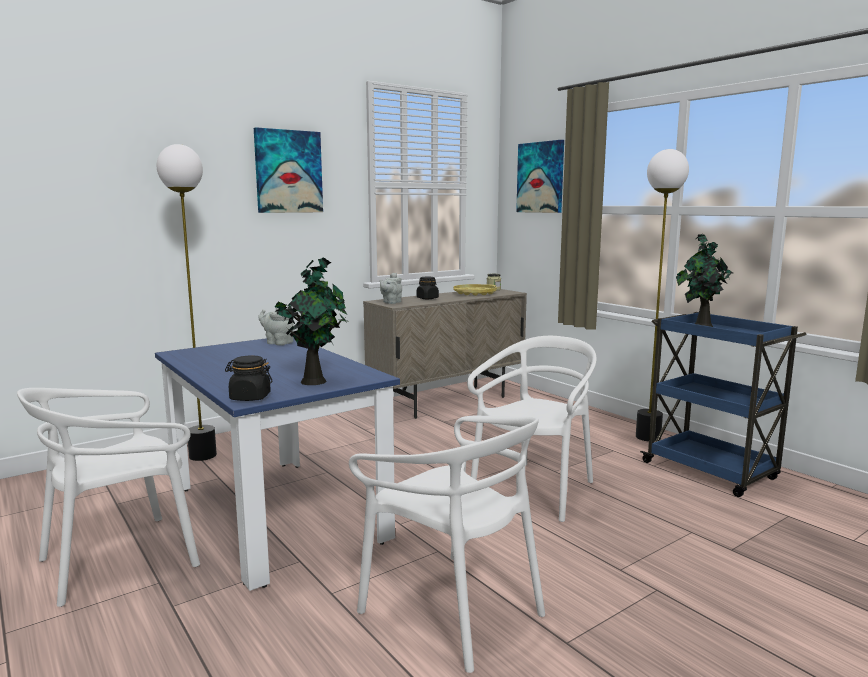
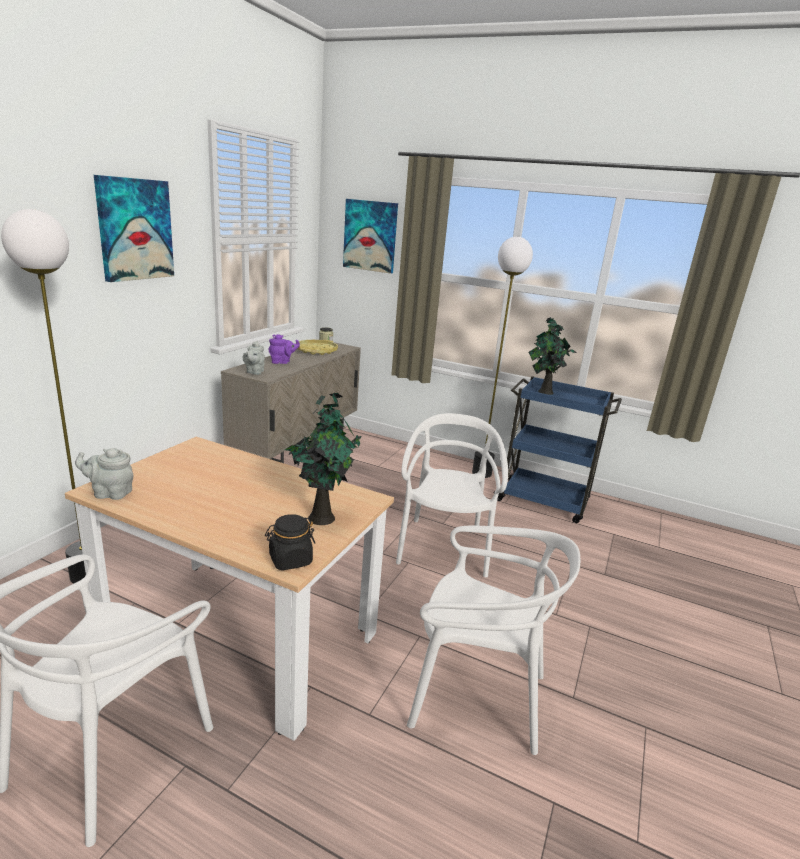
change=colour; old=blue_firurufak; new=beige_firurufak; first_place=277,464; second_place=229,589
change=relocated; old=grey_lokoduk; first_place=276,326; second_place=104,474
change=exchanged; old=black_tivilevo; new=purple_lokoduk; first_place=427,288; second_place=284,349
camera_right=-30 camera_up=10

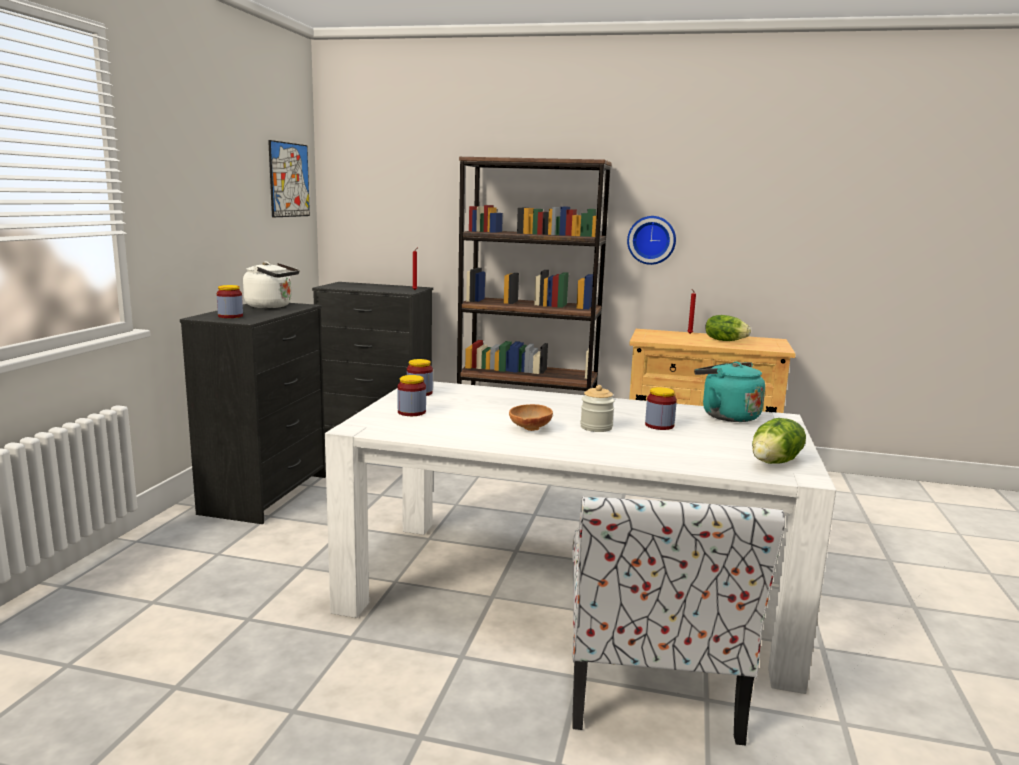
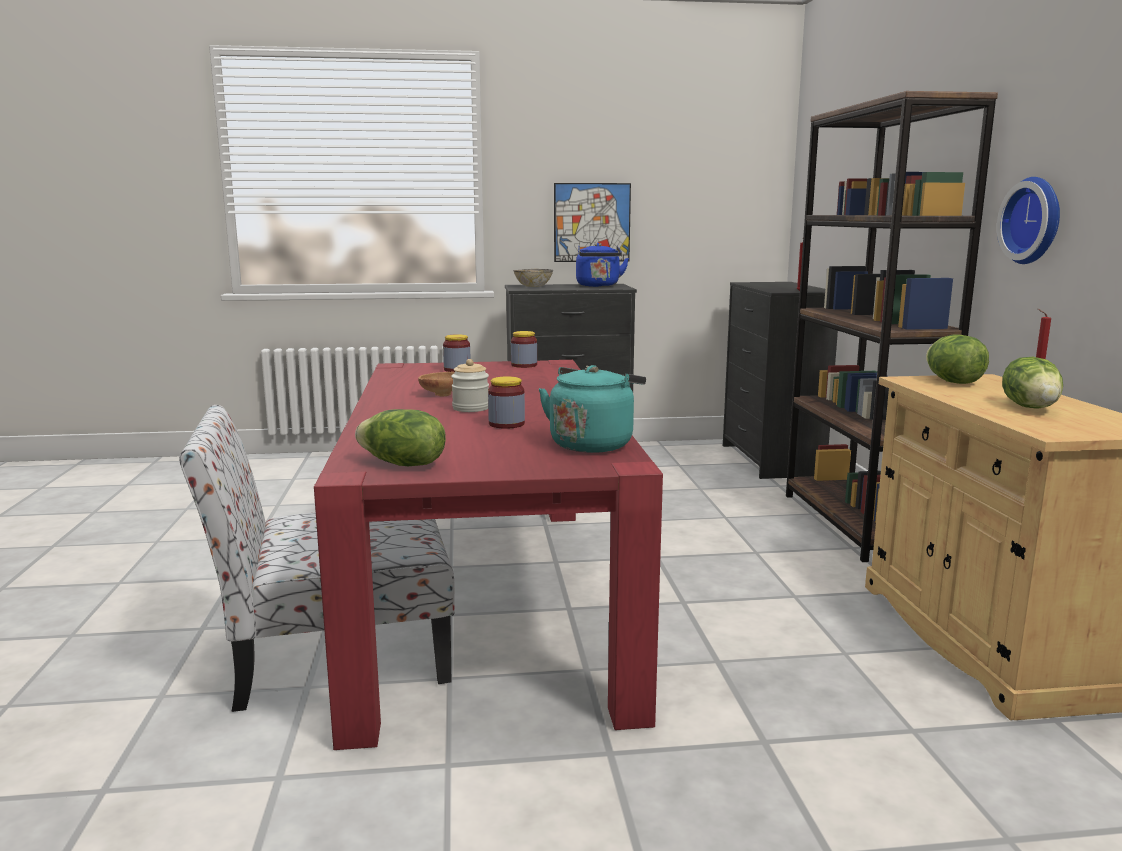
change=exchanged; old=tivilevo; new=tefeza; first_place=230,301; second_place=533,278
change=colour; old=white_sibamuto; new=blue_sibamuto; first_place=271,285; second_place=602,265
change=relocated; old=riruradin; first_place=289,179; second_place=592,222
change=colour; old=white_firurufak; new=red_firurufak; first_place=580,538; second_place=488,555
change=appeared; new=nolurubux; second_place=957,359
camera_right=70 camera_up=0

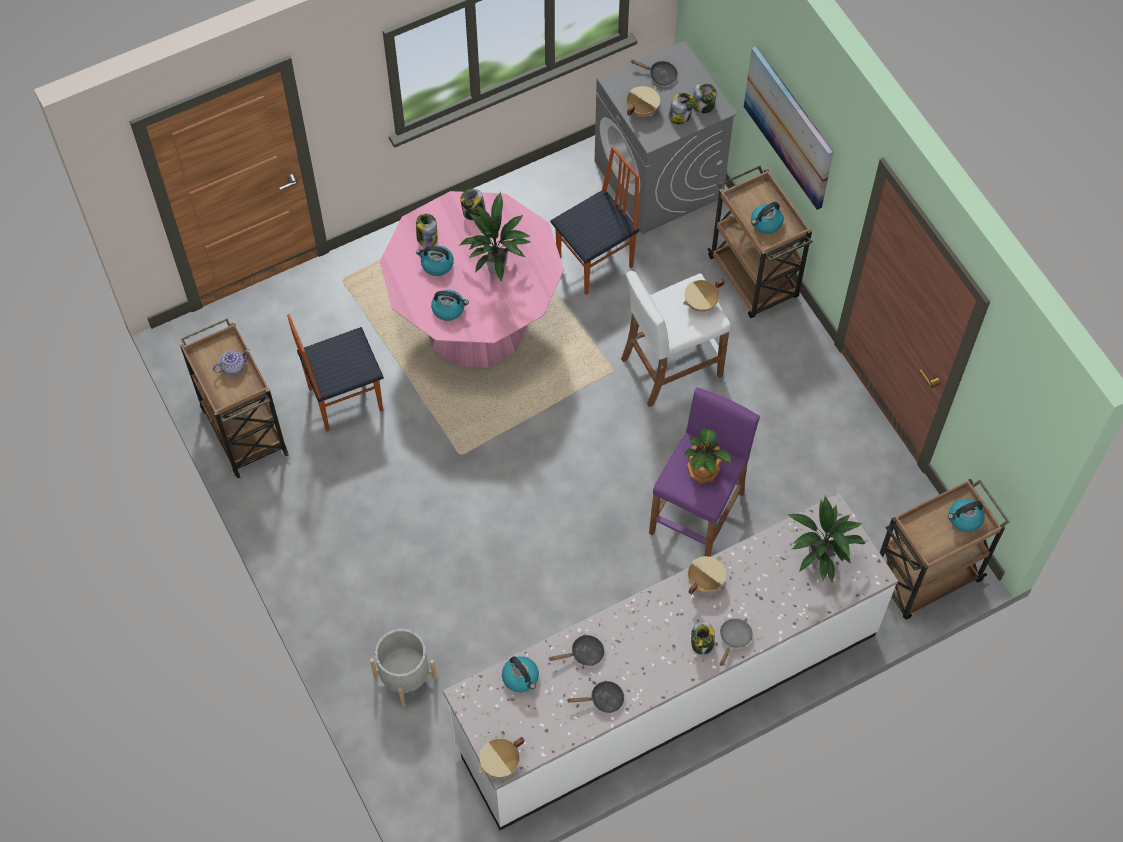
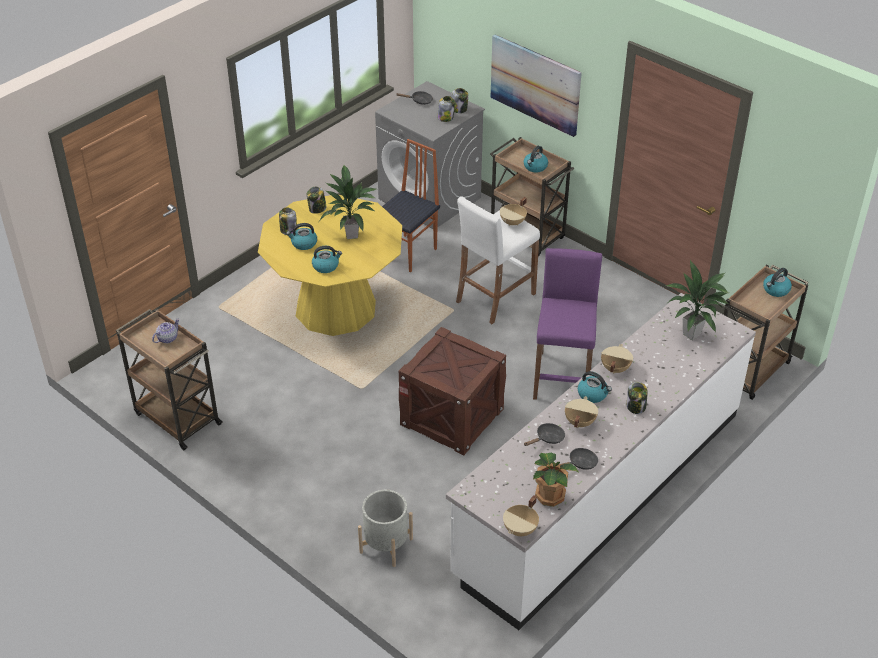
change=missing; old=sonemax; first_place=335,372
change=colour; old=pink_firurufak; new=yellow_firurufak; first_place=472,279; second_place=330,265
change=relocated; old=sibamuto; first_place=520,674; second_place=595,387
change=relocated; old=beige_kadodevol; first_place=643,101; second_place=581,412
change=relocated; old=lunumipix; first_place=707,456; second_place=555,480
change=missing; old=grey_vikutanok; first_place=736,642
change=appeared; new=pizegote; second_place=452,391
camera_right=-20 camera_up=-20

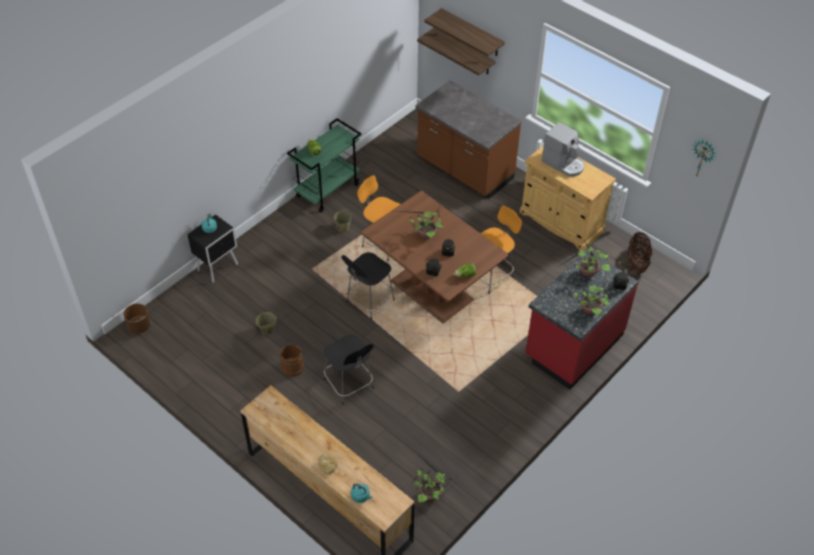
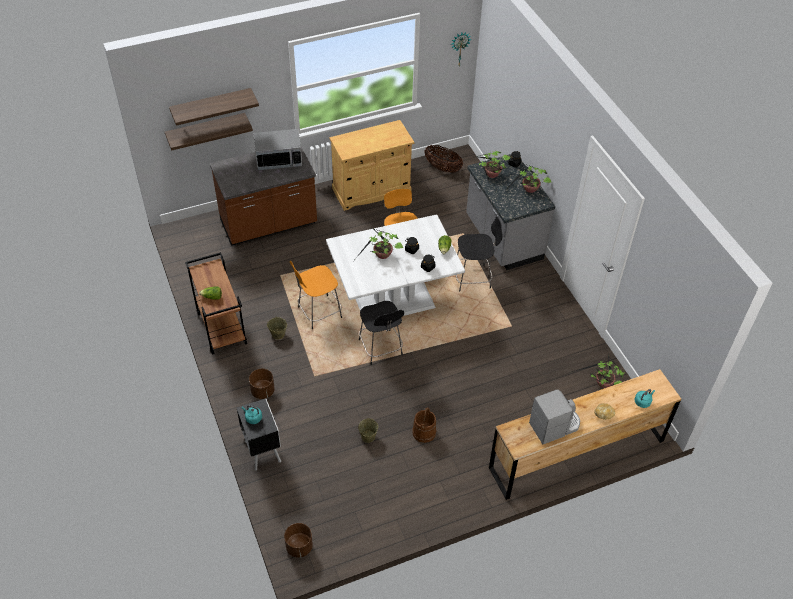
change=colour; old=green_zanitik; new=brown_zanitik; first_place=324,165; second_place=216,303
change=relocated; old=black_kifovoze; first_place=349,369; second_place=479,254
change=colour; old=brown_firurufak; new=white_firurufak; first_place=435,257; second_place=395,265
change=colour; old=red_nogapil; new=grey_nogapil; first_place=582,320; second_place=510,212
change=relocated; old=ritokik; first_place=563,149; second_place=554,416
change=appeared; new=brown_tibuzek; second_place=262,384
change=appeared; new=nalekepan; second_place=277,149
camera_right=-65 camera_up=0

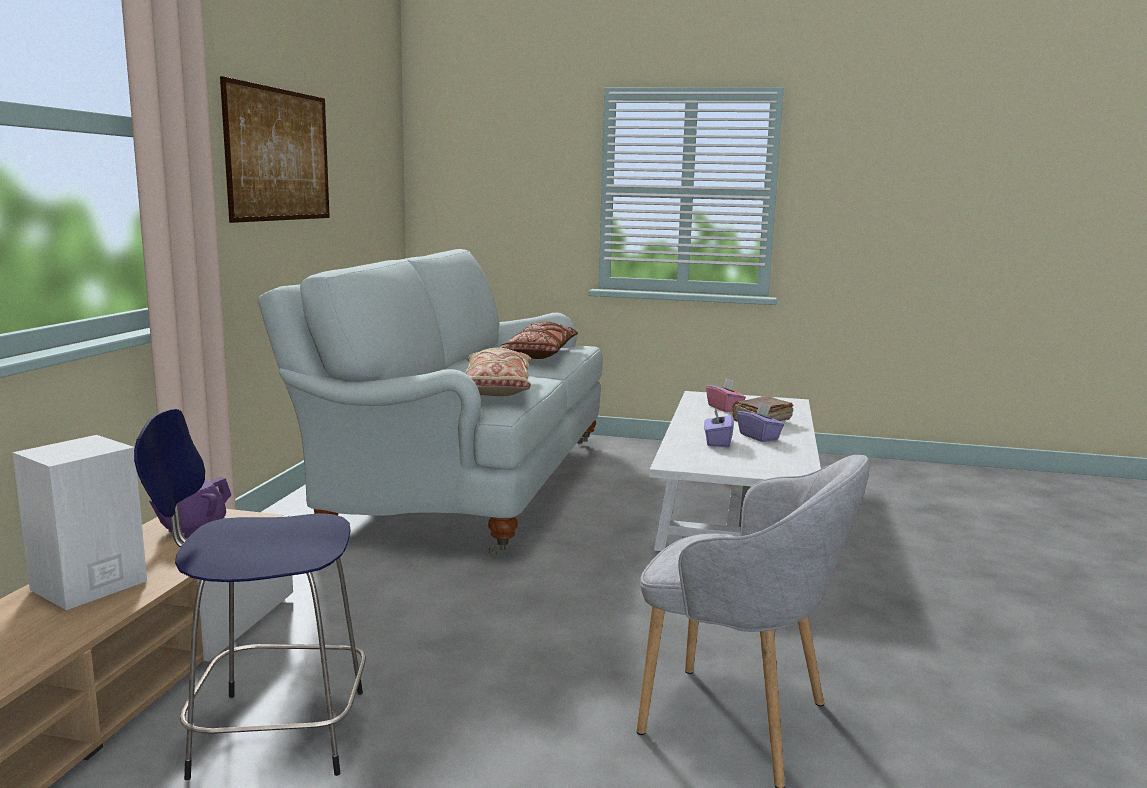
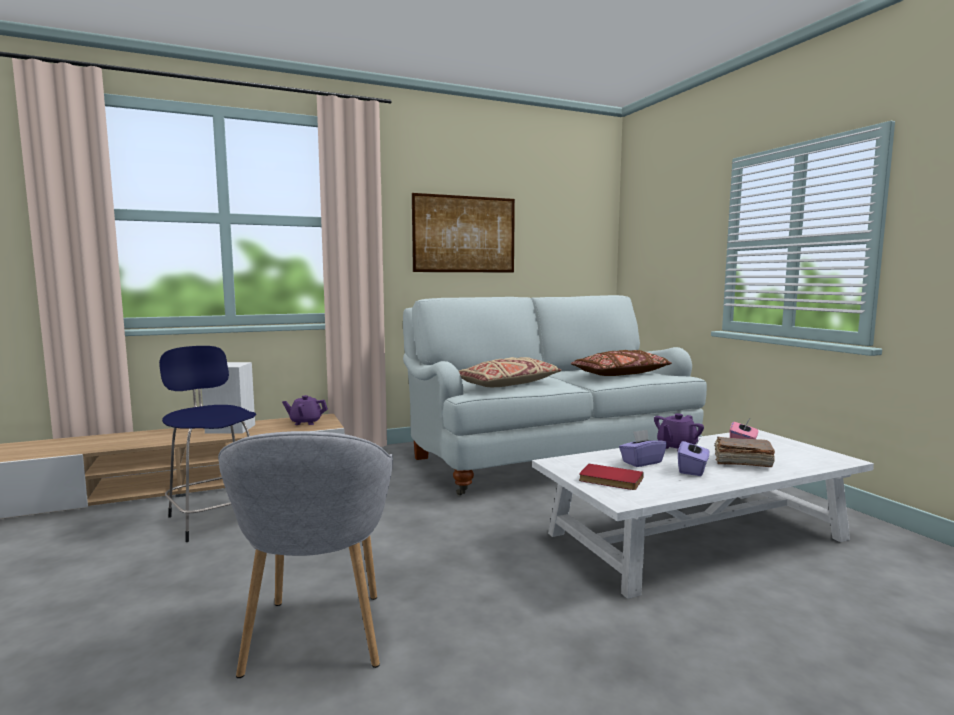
change=appeared; new=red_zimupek; second_place=611,477
change=appeared; new=purple_lokoduk; second_place=679,432
camera_right=55 camera_up=-5

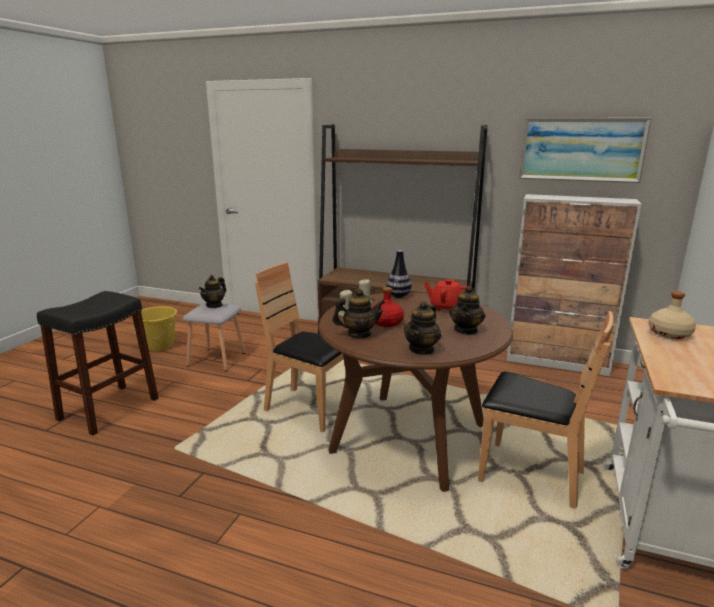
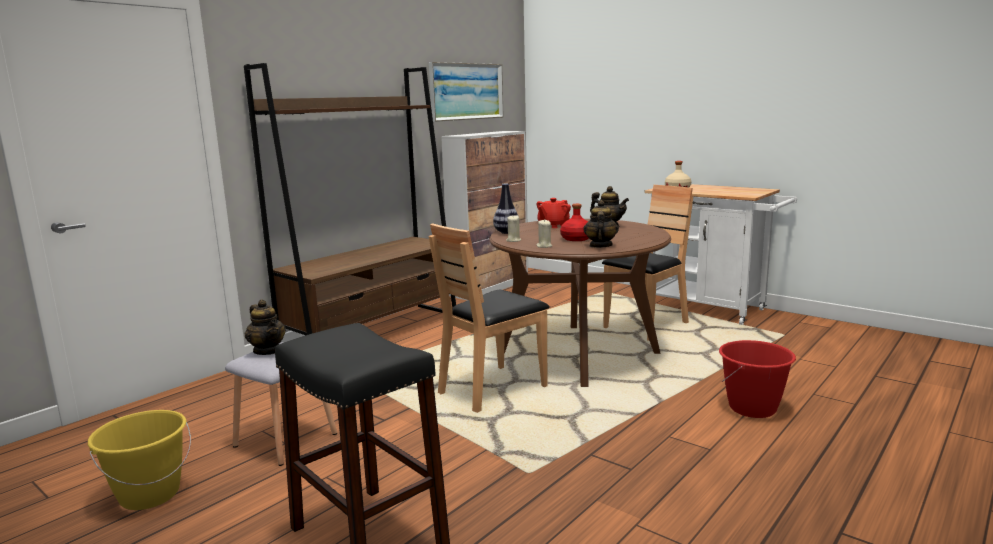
change=missing; old=lokoduk; first_place=422,328
change=appeared; new=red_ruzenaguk; second_place=757,379
camera_right=-70 camera_up=-5

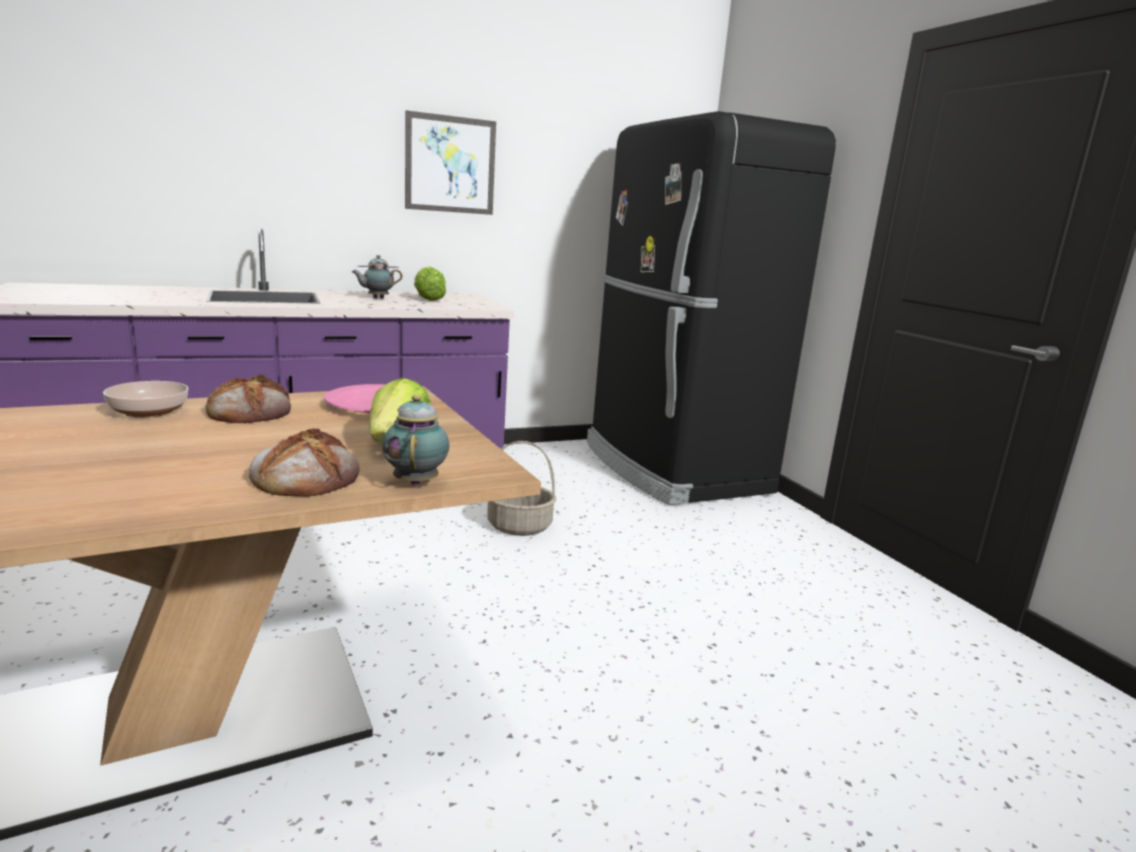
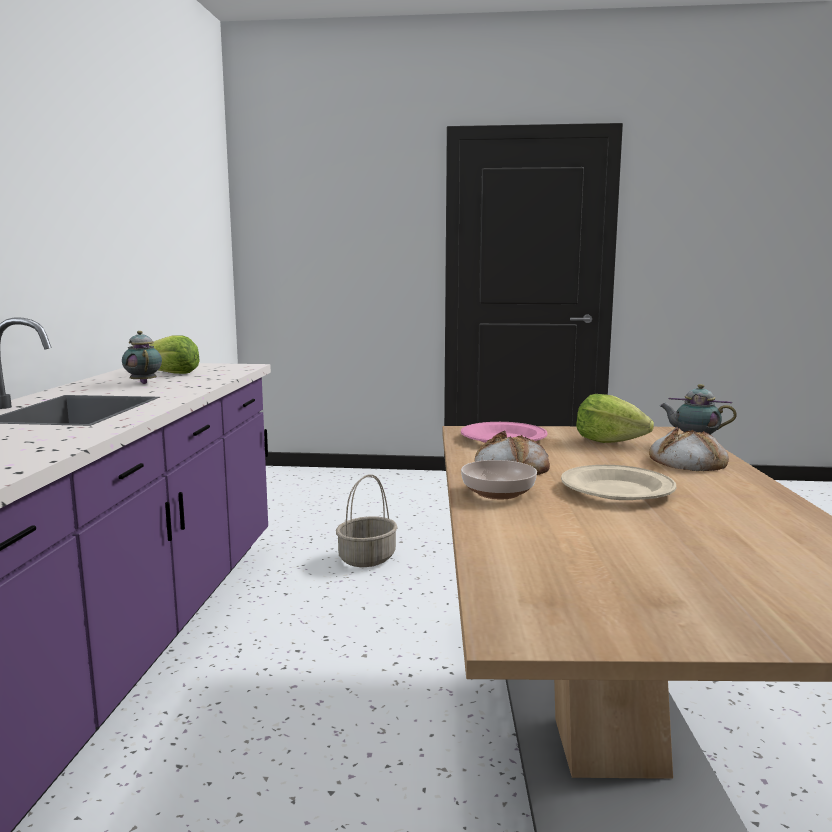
change=spun; old=lokoduk; first_place=377,276; second_place=142,357; degrees=150
change=missing; old=riruradin; first_place=450,162
change=missing; old=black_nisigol; first_place=711,308
change=appeared; new=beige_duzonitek; second_place=618,482
camera_right=-60 camera_up=-5

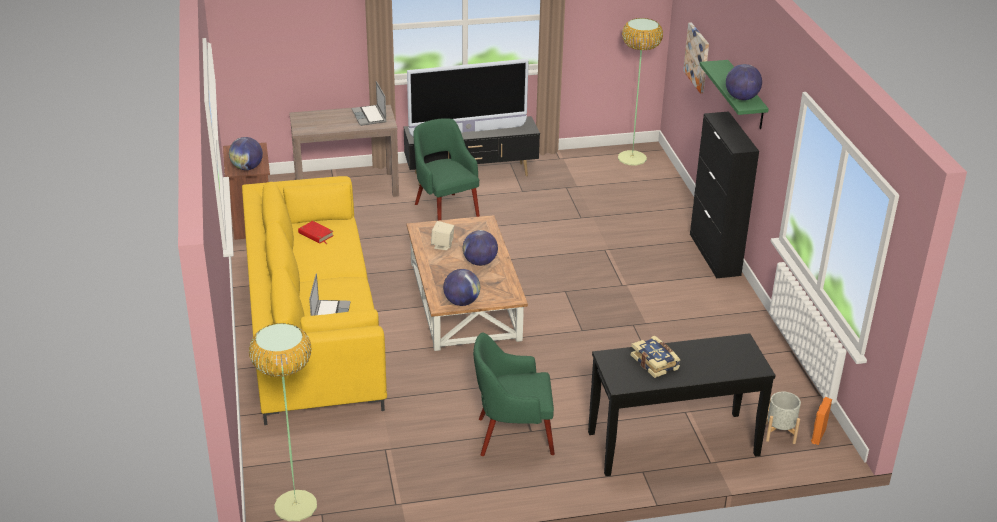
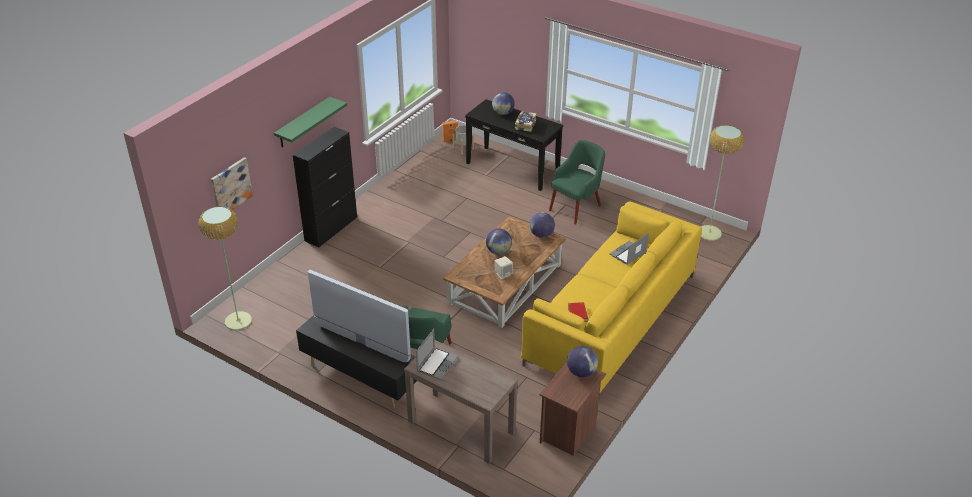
change=spun; old=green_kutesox; first_place=514,394; second_place=577,182; degrees=-90
change=relocated; old=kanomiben; first_place=744,82; second_place=503,103
camera_right=-135 camera_up=5

